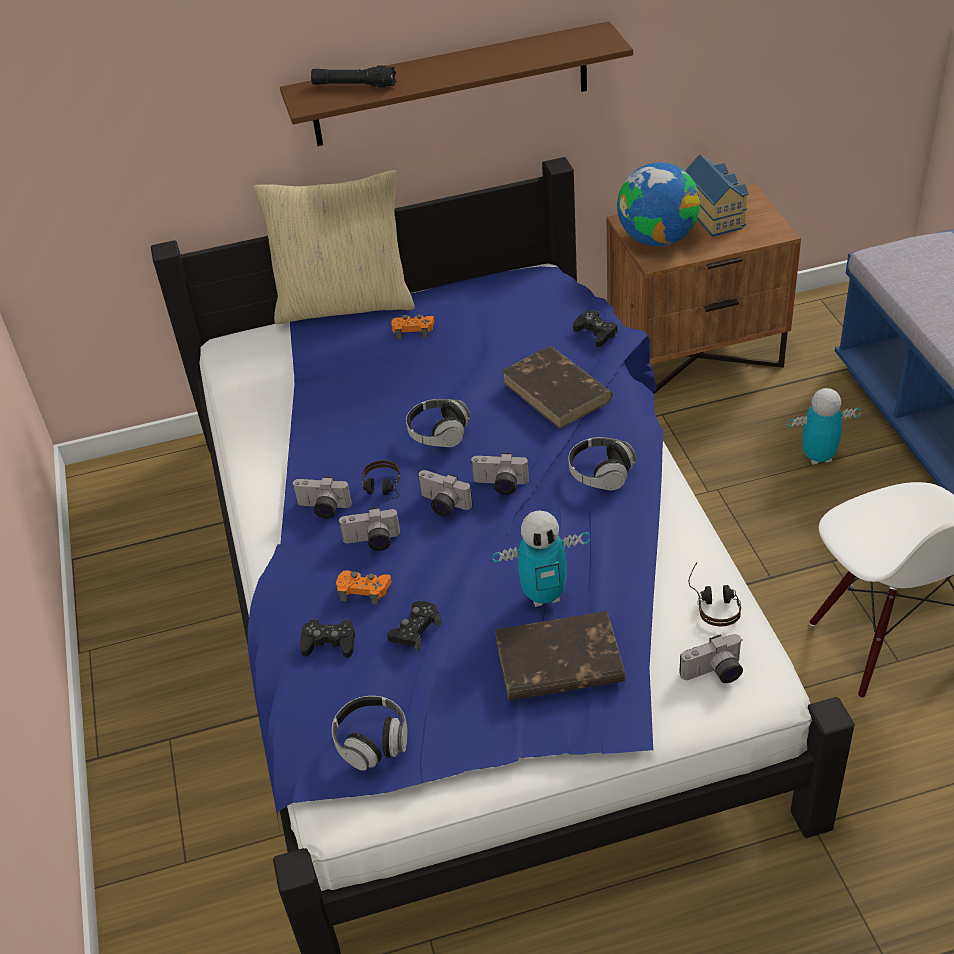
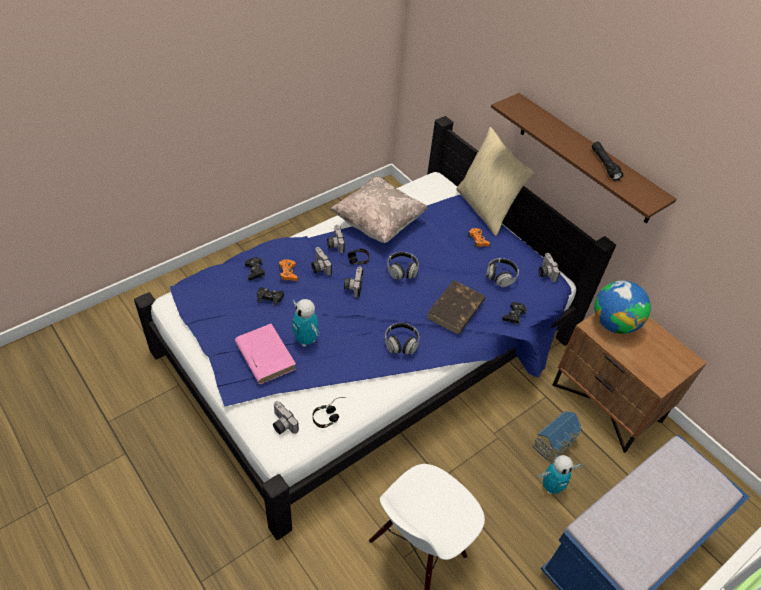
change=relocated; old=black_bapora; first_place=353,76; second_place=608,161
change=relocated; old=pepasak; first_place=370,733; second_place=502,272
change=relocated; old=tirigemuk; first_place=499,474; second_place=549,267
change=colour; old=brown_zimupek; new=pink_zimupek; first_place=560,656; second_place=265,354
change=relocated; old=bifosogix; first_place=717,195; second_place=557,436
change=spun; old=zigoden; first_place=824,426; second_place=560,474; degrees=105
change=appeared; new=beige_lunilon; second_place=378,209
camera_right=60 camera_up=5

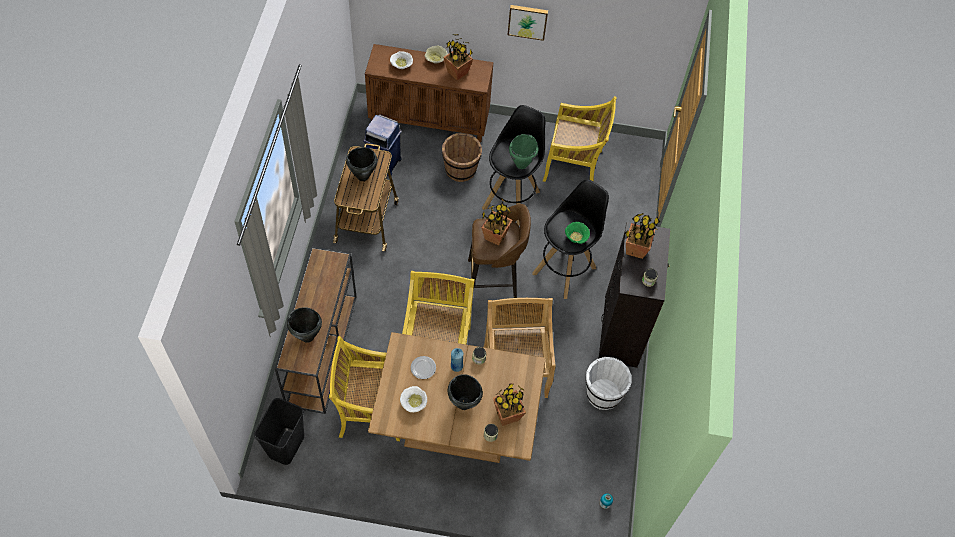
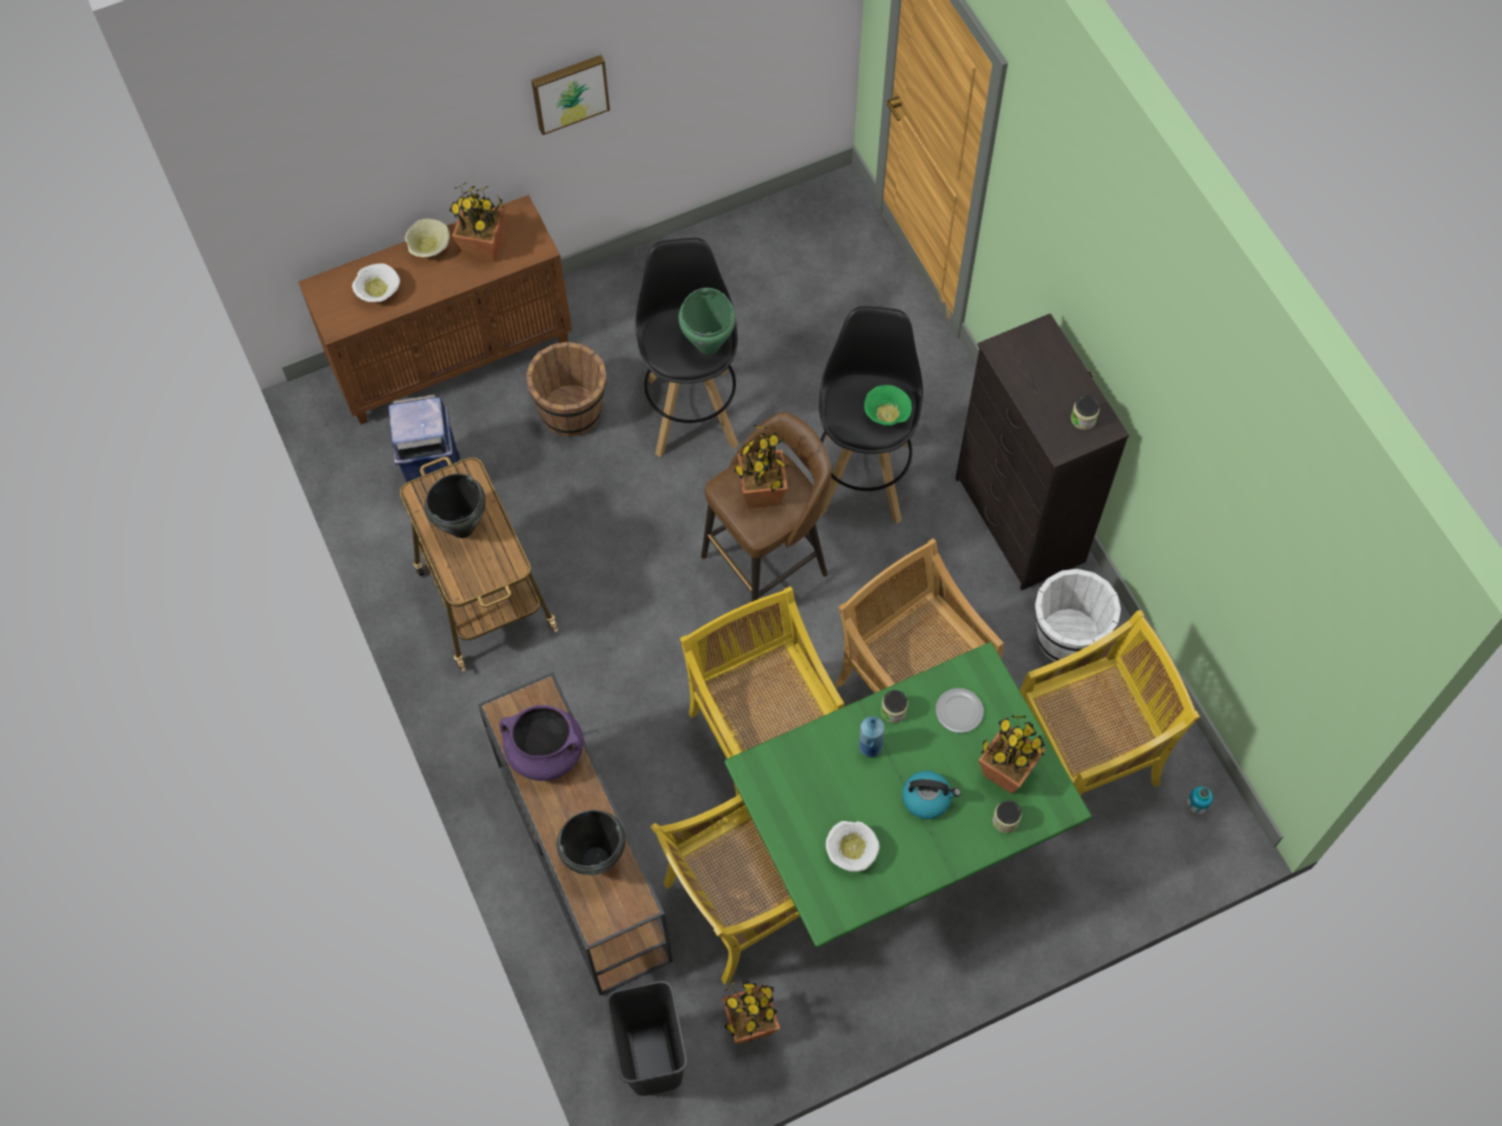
change=colour; old=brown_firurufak; new=green_firurufak; first_place=457,397; second_place=908,795
change=relocated; old=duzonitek; first_place=423,367; second_place=960,710
change=exchanged; old=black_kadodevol; new=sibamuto; first_place=465,392; second_place=931,795
change=relocated; old=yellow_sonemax; first_place=580,139; second_place=1110,703
change=relocated; old=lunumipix; first_place=642,236; second_place=751,1012
change=appeared; new=purple_kadodevol; second_place=542,743
camera_right=-30 camera_up=5

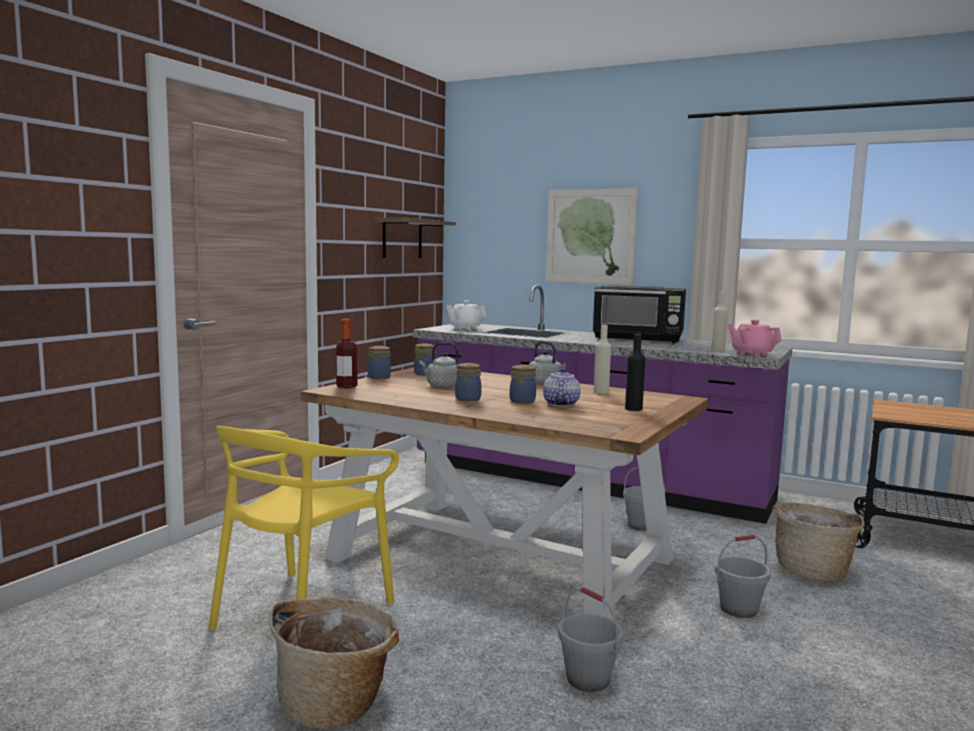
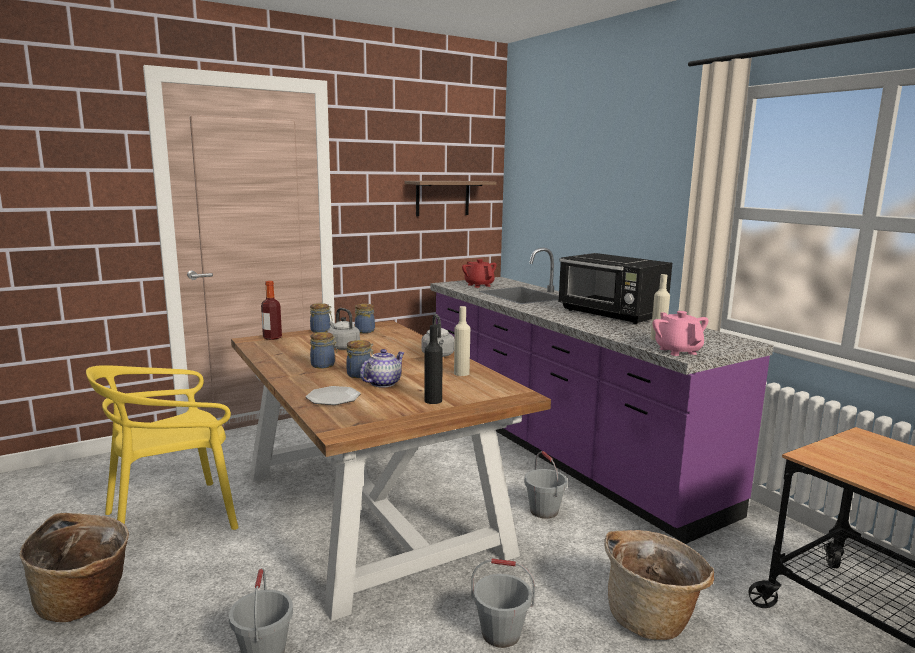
change=colour; old=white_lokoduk; new=red_lokoduk; first_place=466,315; second_place=479,273
change=missing; old=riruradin; first_place=592,236
change=appeared; new=duzonitek; second_place=333,395
camera_right=30 camera_up=5

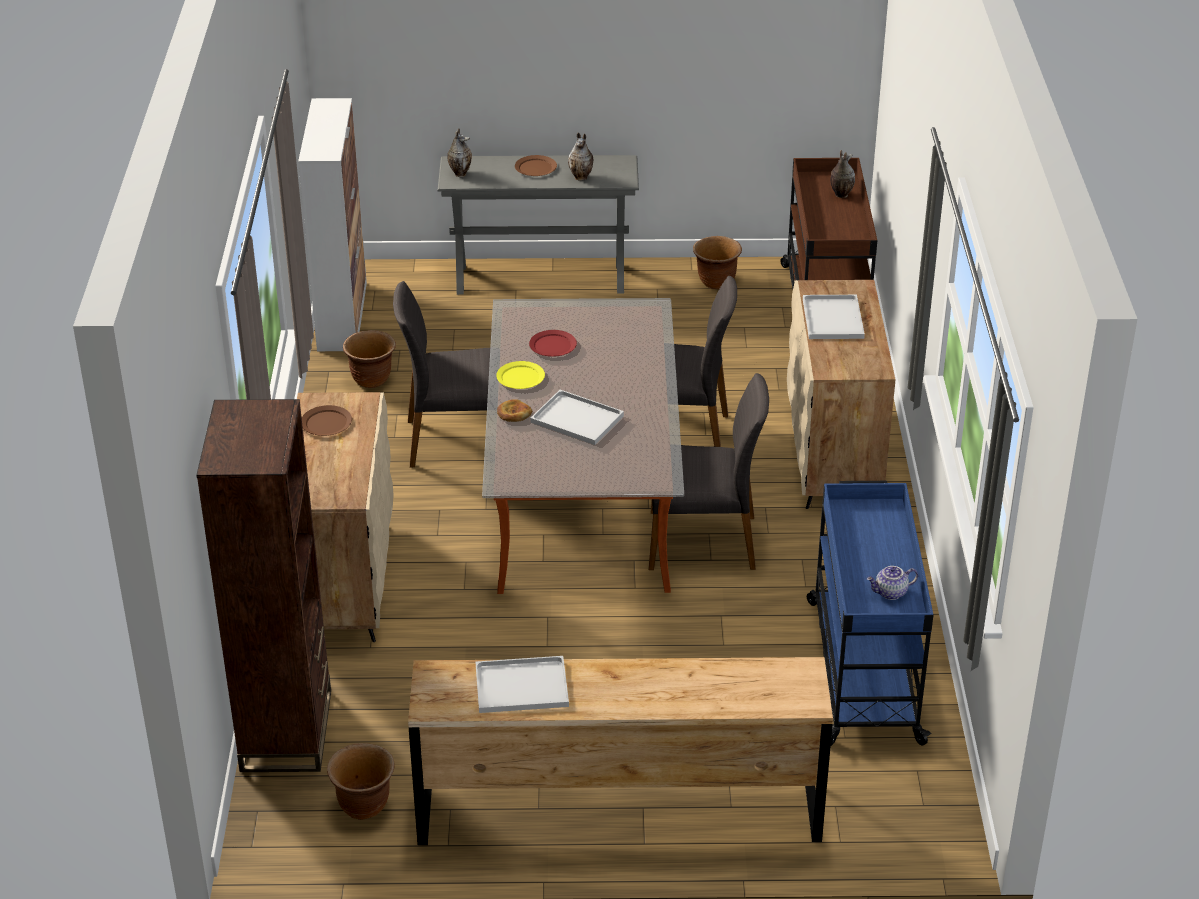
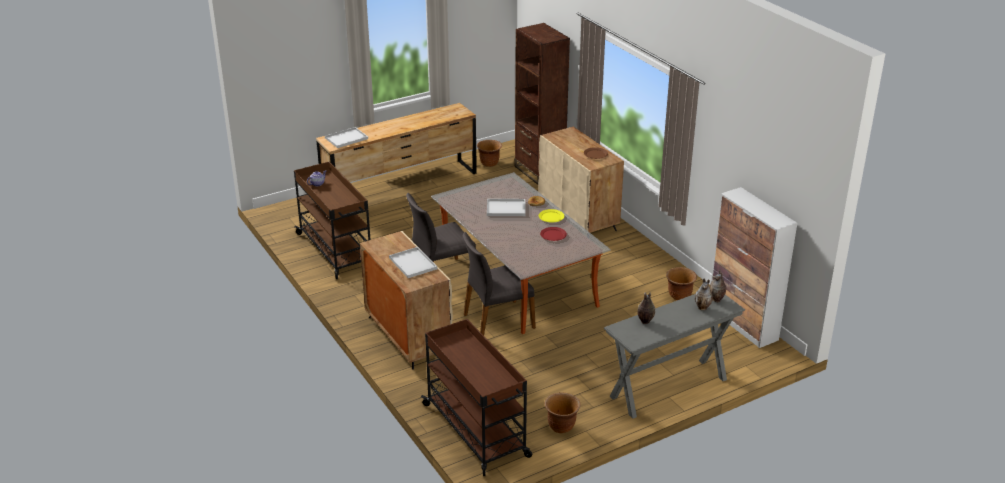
change=missing; old=grey_sonemax; first_place=441,374
change=relocated; old=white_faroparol; first_place=522,684; second_place=346,137
change=missing; old=brown_duzonitek; first_place=536,165
change=colour; old=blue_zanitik; new=brown_zanitik; first_place=870,613; second_place=332,220
change=relocated; old=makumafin; first_place=842,174; second_place=704,294
camera_right=150 camera_up=-5

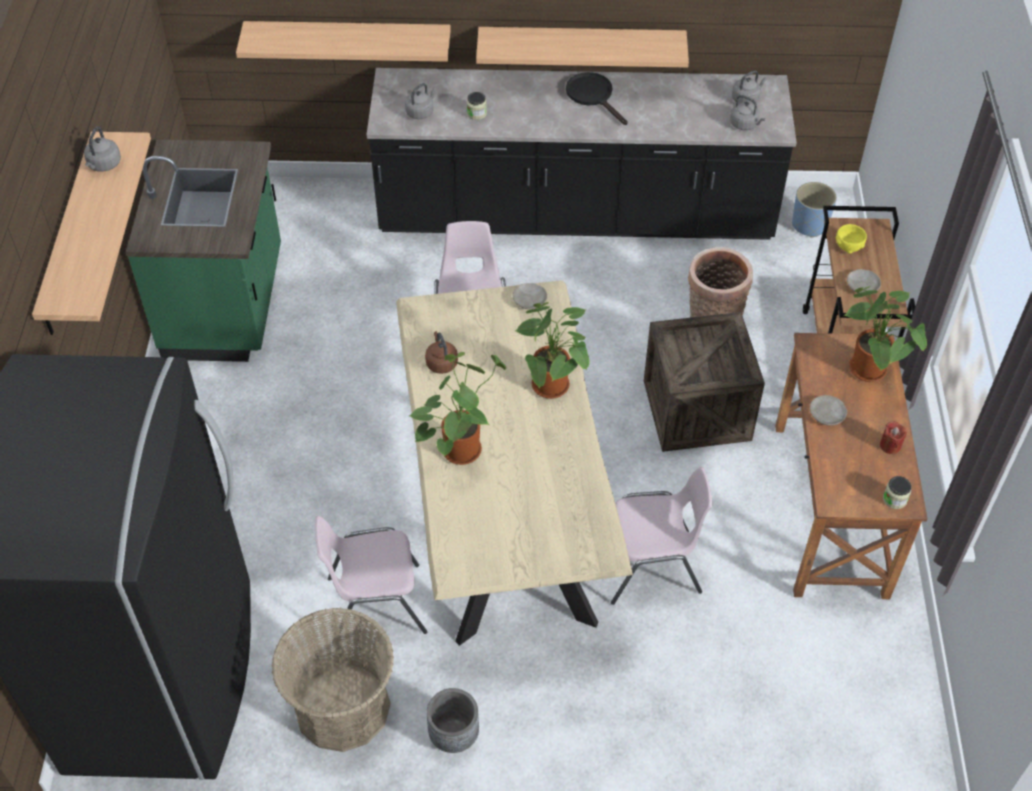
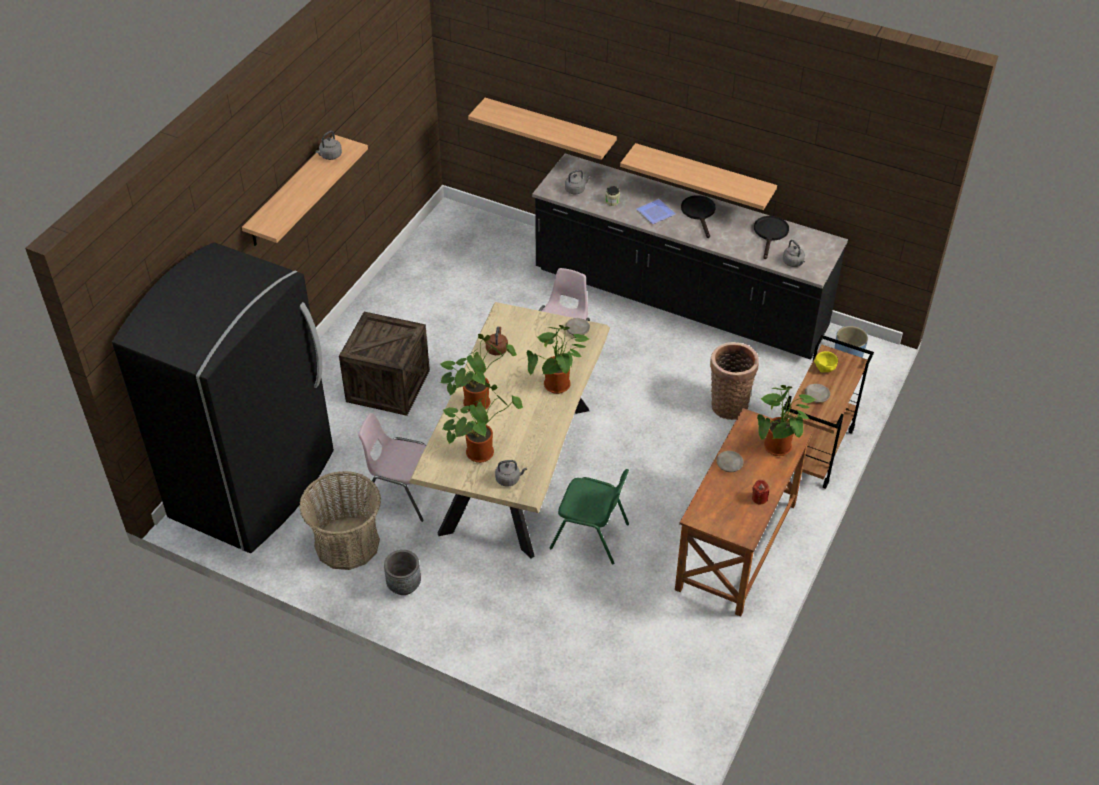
change=missing; old=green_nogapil; first_place=203,251
change=colour; old=pink_sonemax; new=green_sonemax; first_place=662,536; second_place=589,516
change=relocated; old=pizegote; first_place=704,382; second_place=384,364
change=relocated; old=grey_sibamuto; first_place=749,87; second_place=511,473
change=missing; old=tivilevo; first_place=897,492
change=appeared; new=lunumipix; second_place=482,423
change=appeared; new=duzonitek; second_place=656,211
change=appeared; new=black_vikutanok; second_place=771,237
camera_right=25 camera_up=-5

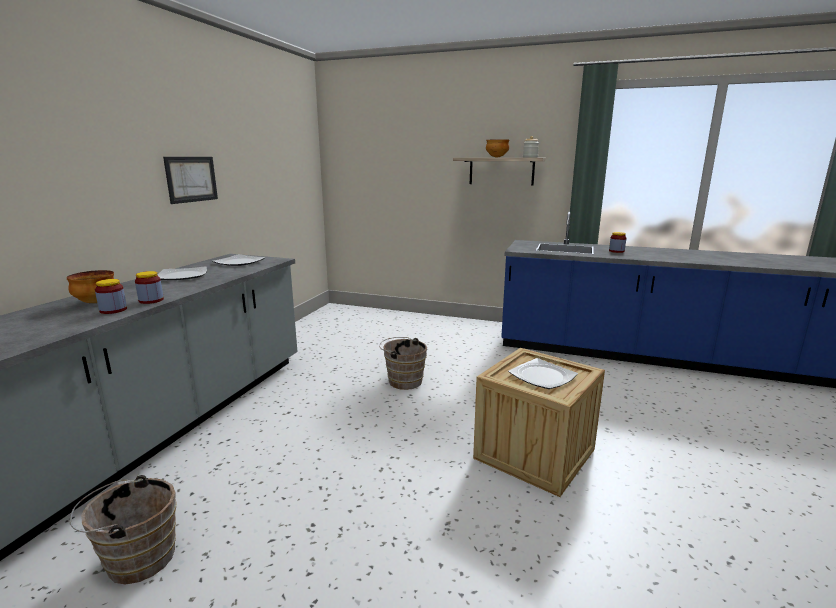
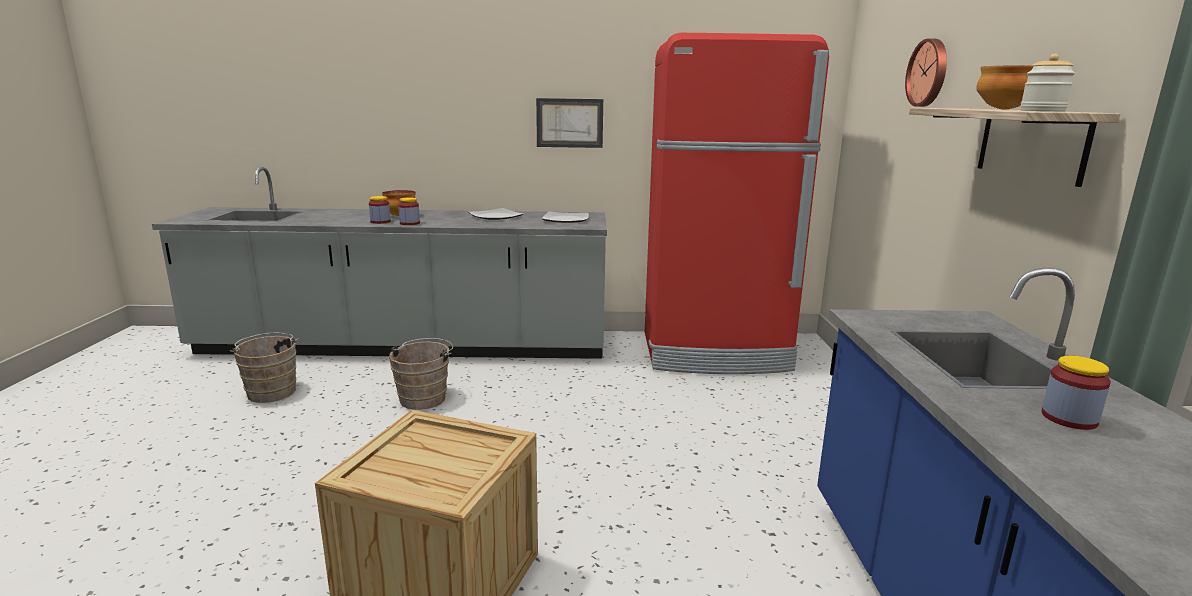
change=relocated; old=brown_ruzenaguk; first_place=403,363; second_place=421,374
change=missing; old=duzonitek; first_place=543,373
change=appeared; new=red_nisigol; second_place=737,203
change=appeared; new=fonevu; second_place=926,73
camera_right=70 camera_up=0

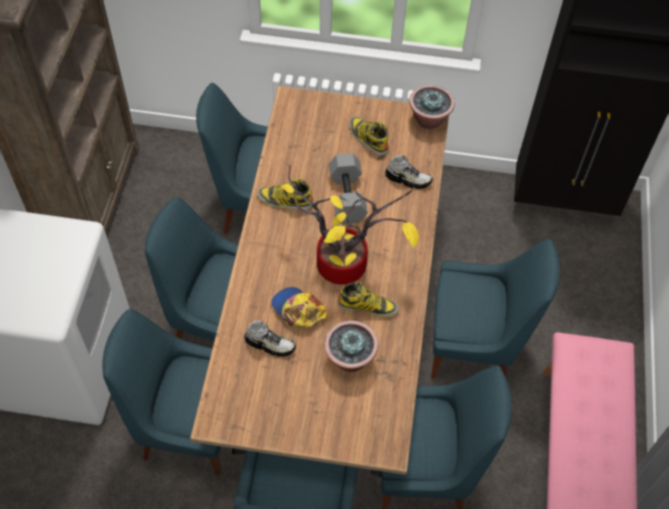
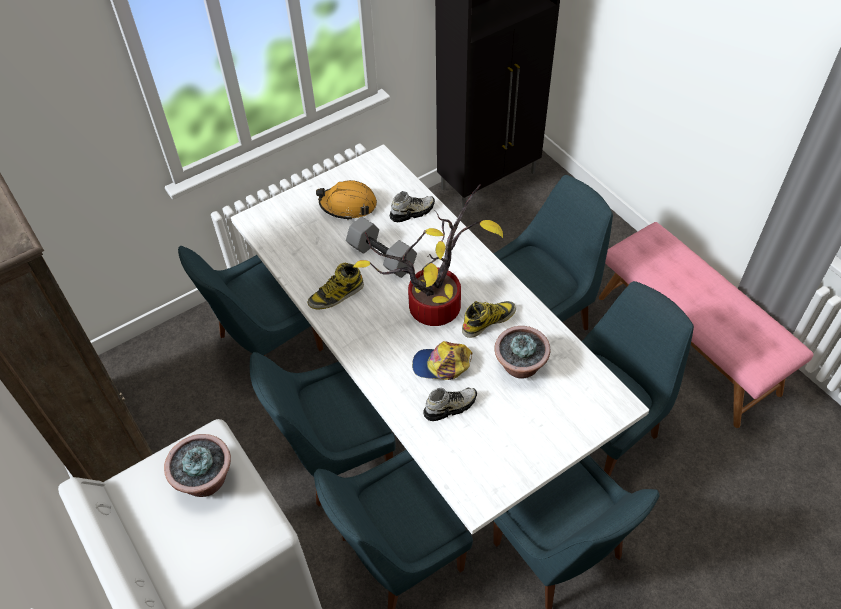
change=colour; old=brown_firurufak; new=white_firurufak; first_place=319,281; second_place=440,339
change=exchanged; old=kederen; new=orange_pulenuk; first_place=369,136; second_place=346,200
change=relocated; old=lunumipix; first_place=432,107; second_place=197,465
camera_right=-40 camera_up=-5

